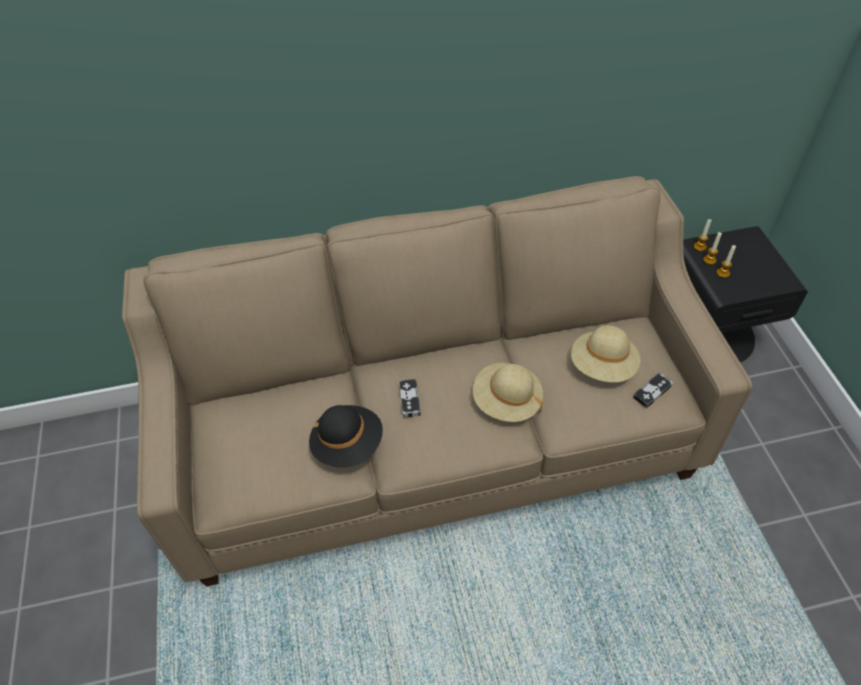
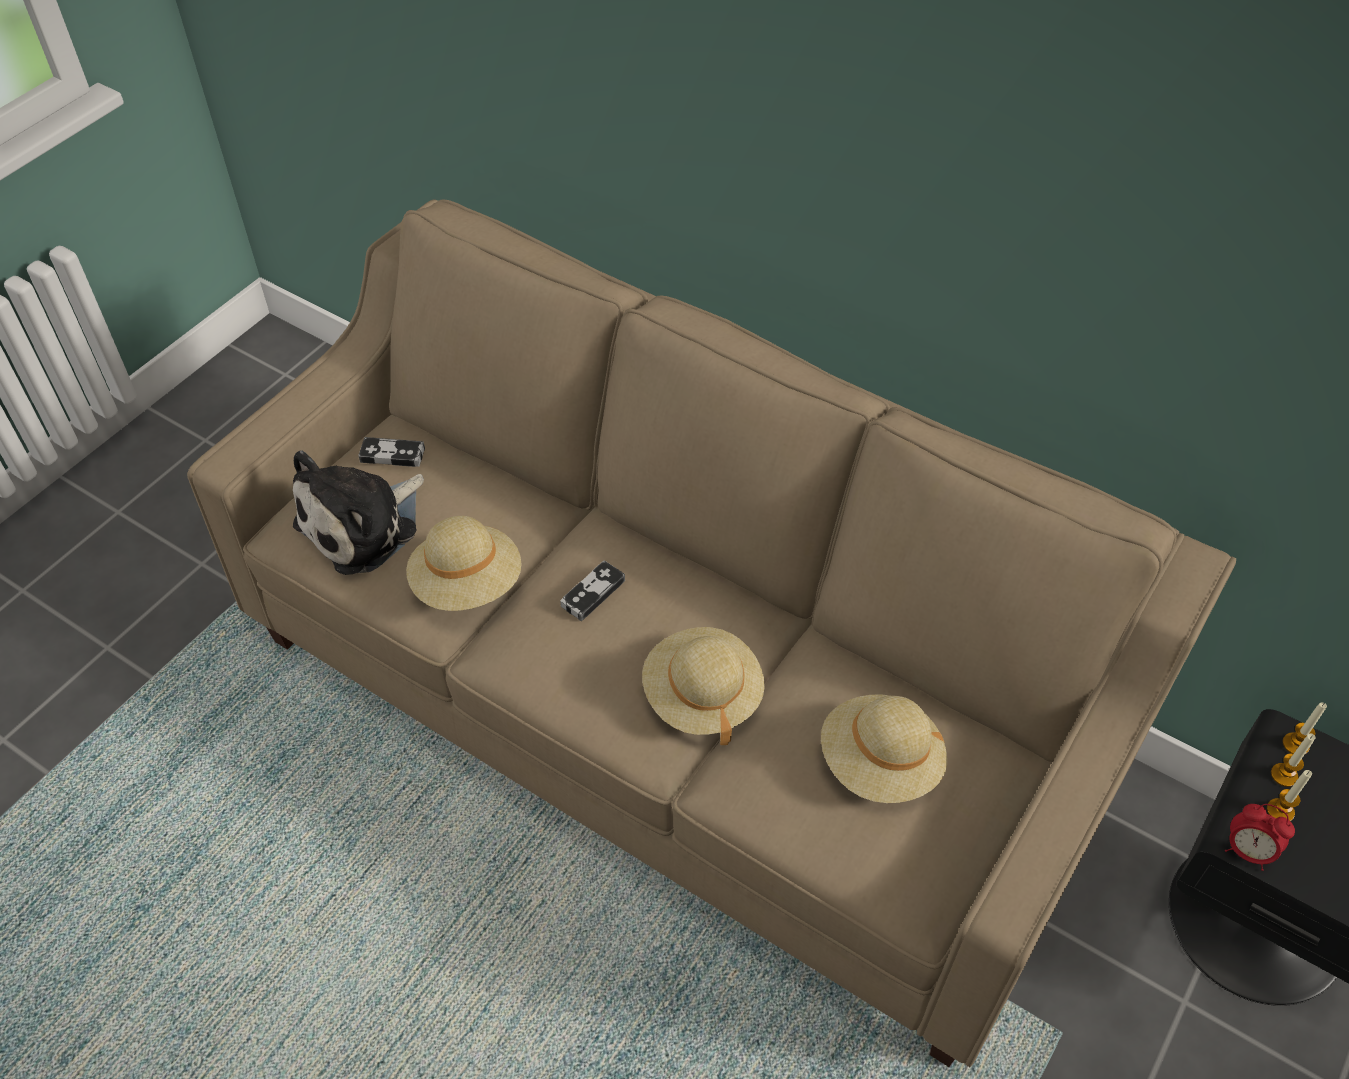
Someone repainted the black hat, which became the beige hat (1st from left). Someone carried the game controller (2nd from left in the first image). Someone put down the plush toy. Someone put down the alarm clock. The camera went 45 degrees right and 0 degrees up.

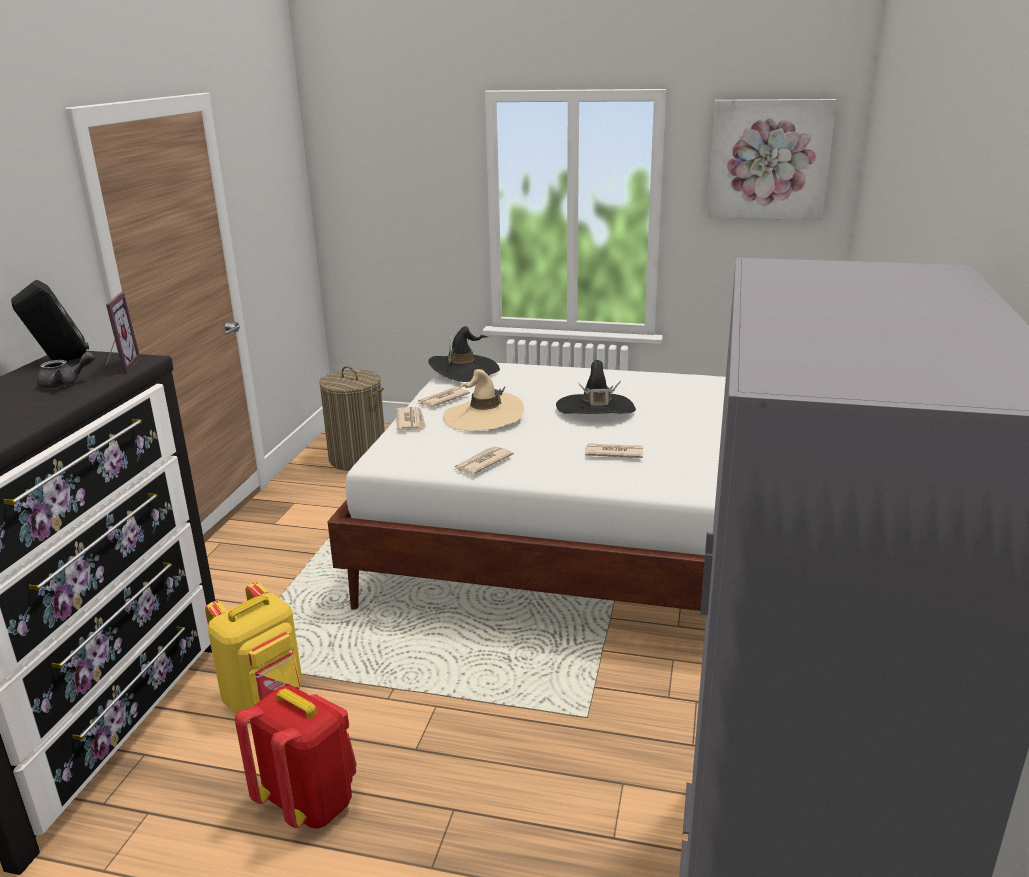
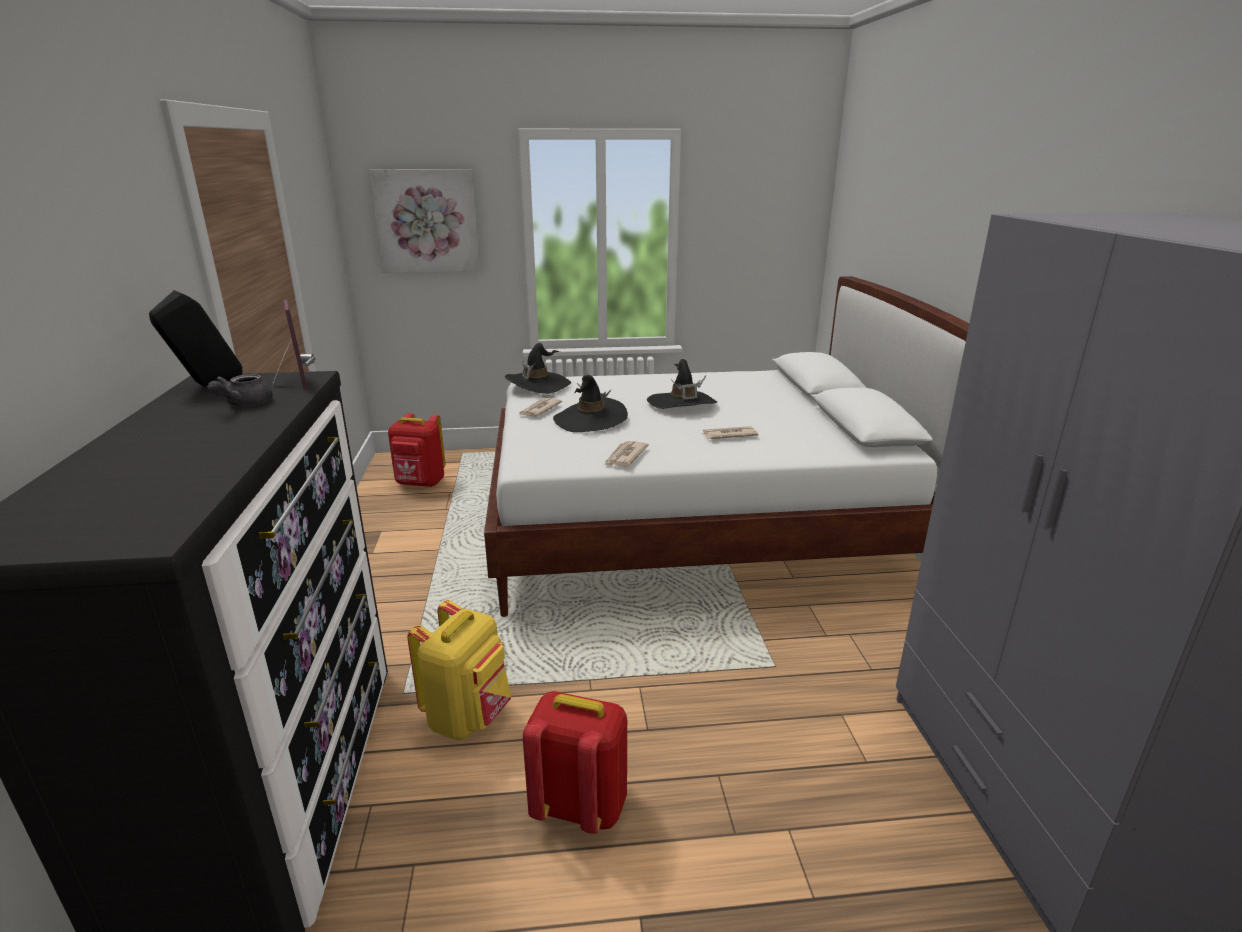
Someone rotated the grey teapot by 150 degrees clockwise. Someone swapped the laundry basket for the red backpack (1st from left). Someone took away the newspaper (1st from left). Someone repainted the beige hat, which became the black hat (2nd from left). Someone carried the picture. The camera went 20 degrees left and 0 degrees up.

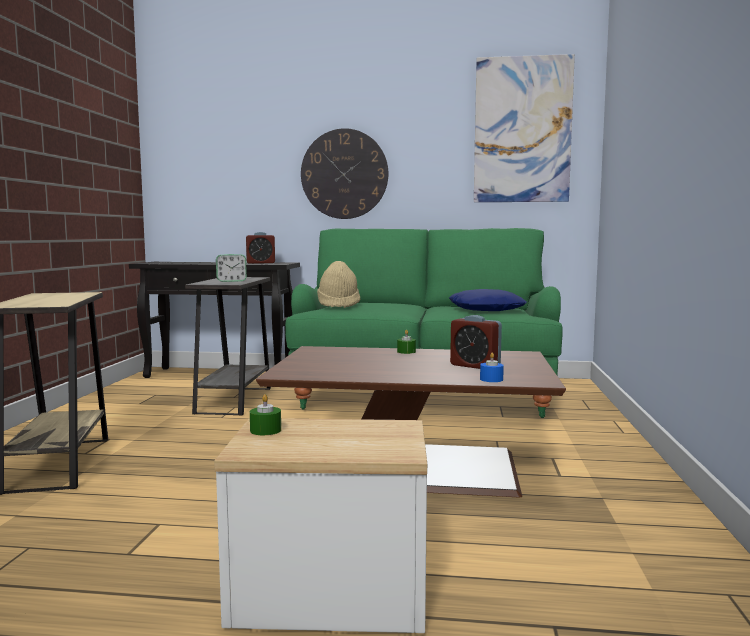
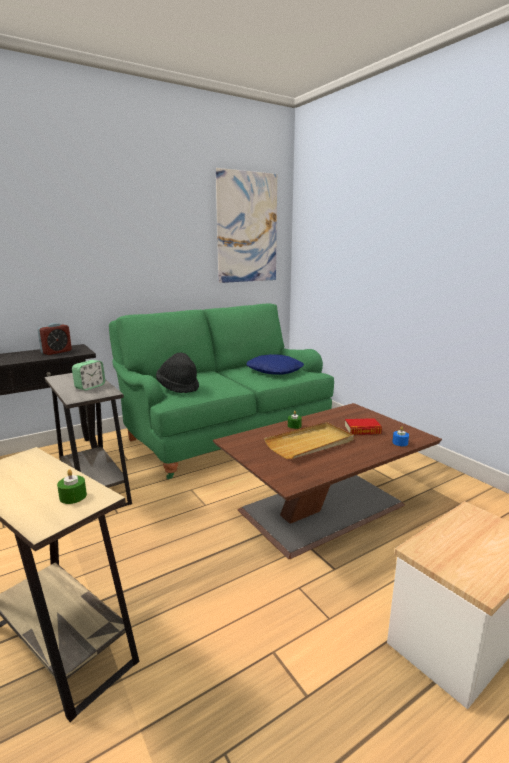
Someone carried the green candle (1st from left). Someone took away the wall clock. Someone repainted the beige hat, which became the black hat. Someone swapped the alarm clock (3rd from left) for the book. Someone put down the beige tray. The camera went 40 degrees left and 10 degrees up.

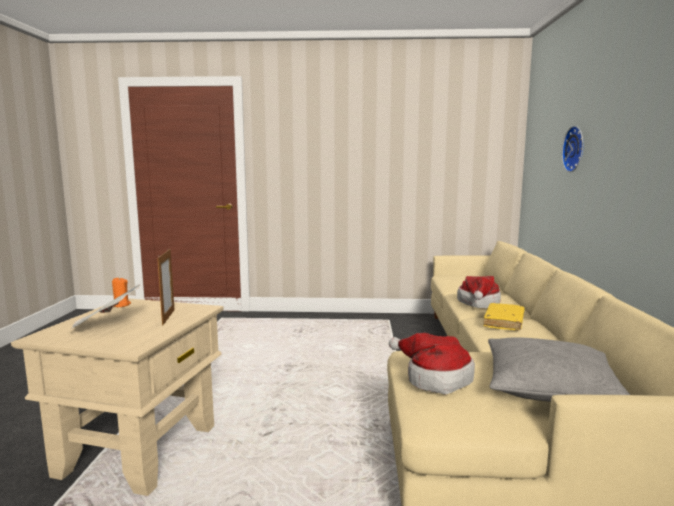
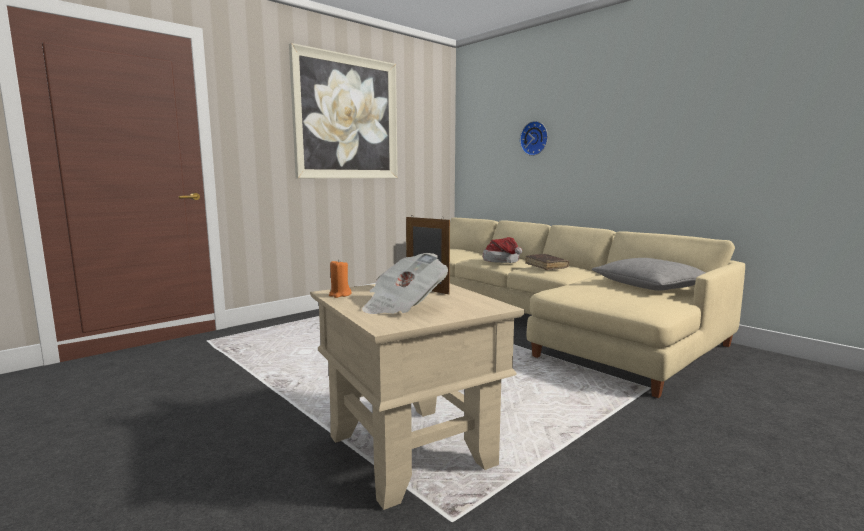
Someone took away the hat (1st from left). Someone repainted the yellow book, which became the brown book. Someone put up the picture. The camera went 45 degrees left and 0 degrees up.

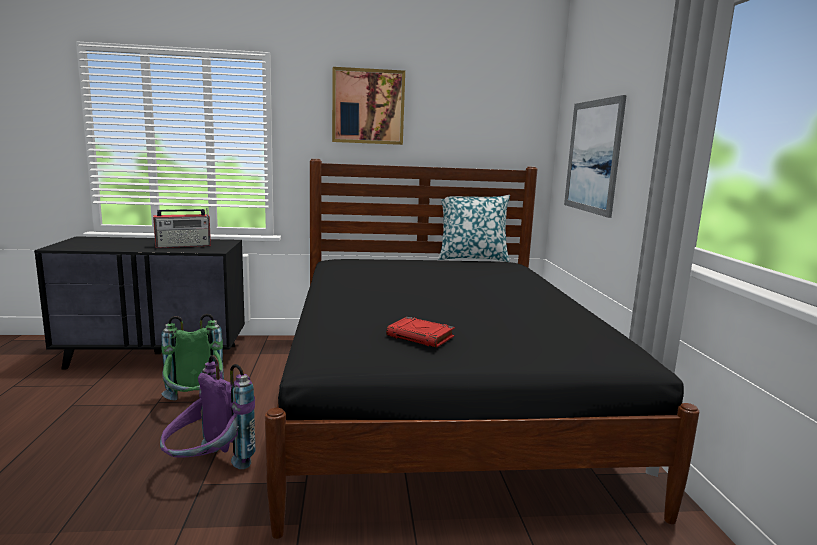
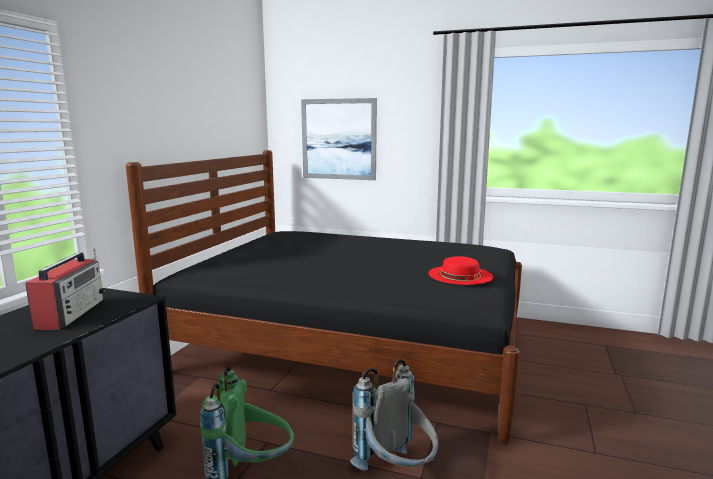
Someone repainted the purple backpack, which became the grey backpack. Someone took away the picture (1st from left). Someone swapped the red book for the red hat. Someone took away the pillow. The camera went 65 degrees left and 0 degrees up.

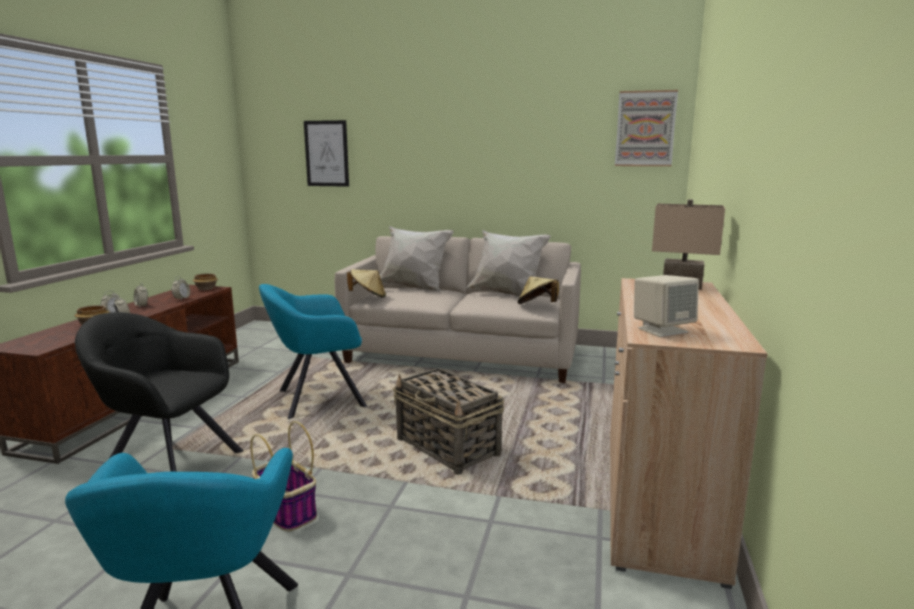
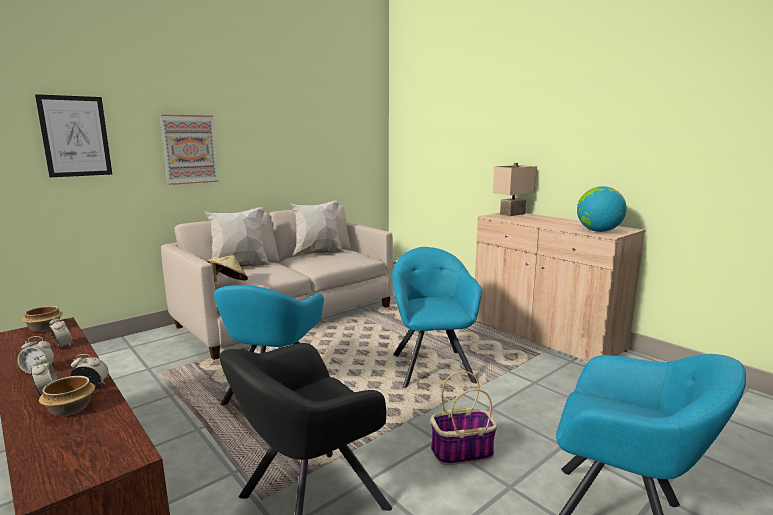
Someone swapped the basket (2nd from left) for the turquoise armchair (2nd from left). Someone took away the beige hat (2nd from left). Someone carried the picture (2nd from left). Someone swapped the beige speaker for the globe. The camera went 55 degrees left and 0 degrees up.

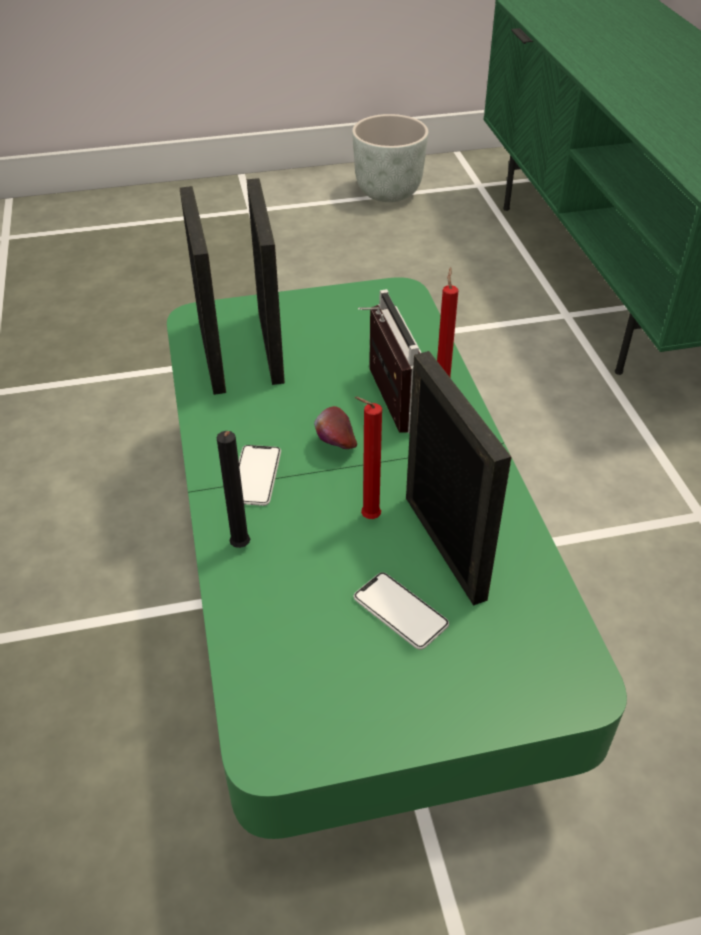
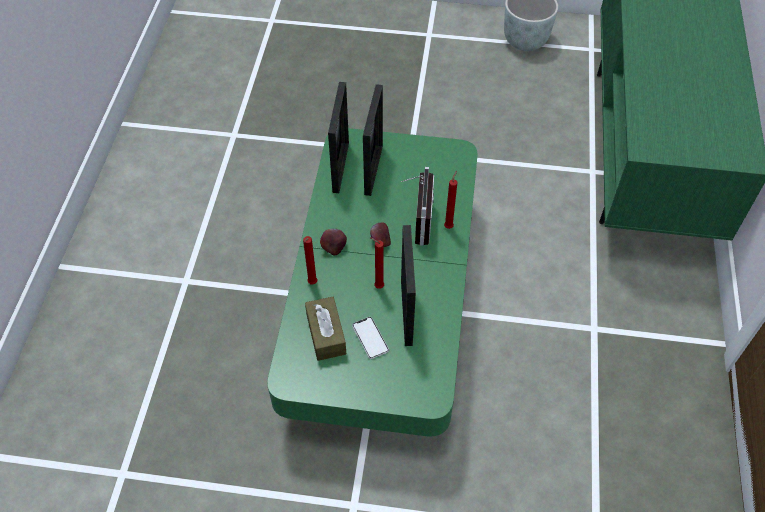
Someone repainted the black candle, which became the red candle (1st from left). Someone swapped the phone (1st from left) for the apple (1st from left). Someone put down the brown tissue box. The camera went 20 degrees right and 10 degrees up.

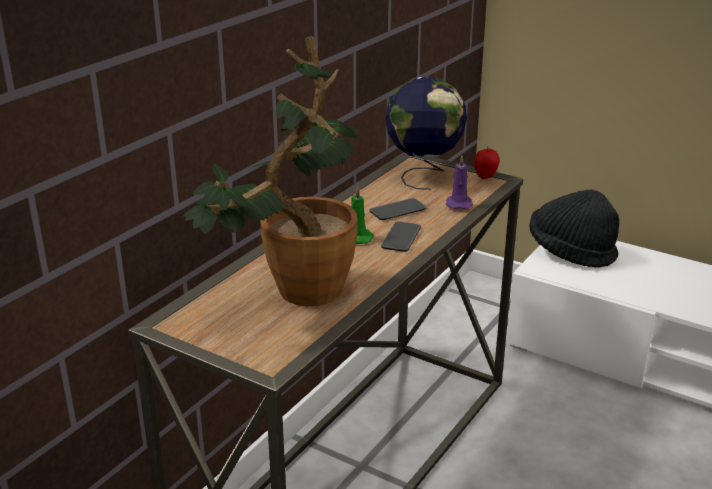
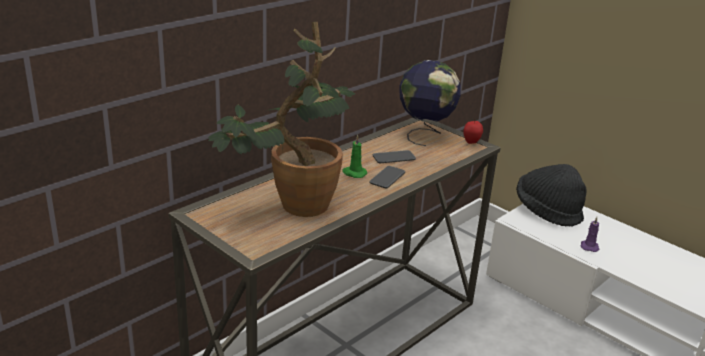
Someone carried the purple candle. The camera went 10 degrees right and 0 degrees up.

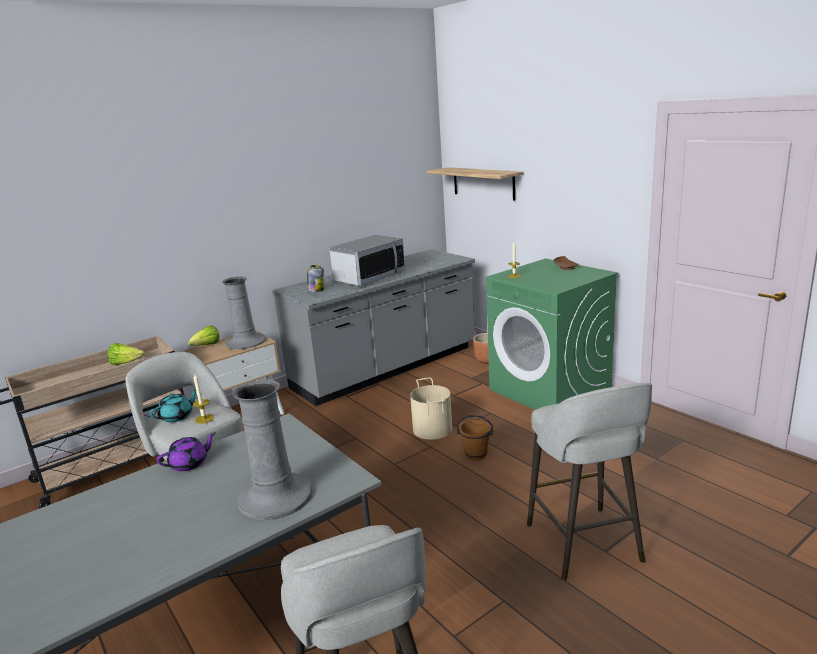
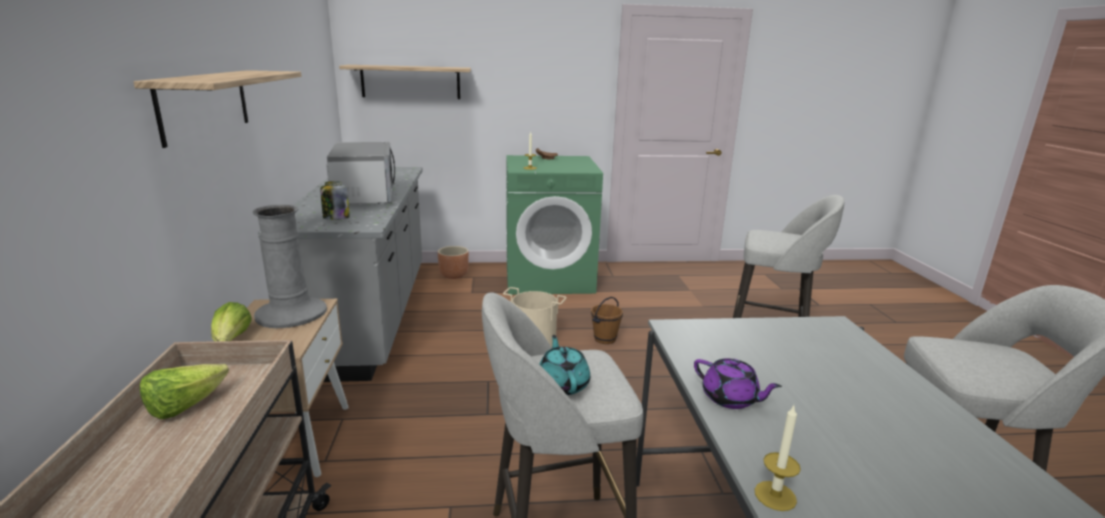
Someone rotated the purple teapot by 135 degrees clockwise. Someone carried the candle (1st from left in the first image). Someone took away the grey vase (2nd from left). Someone put up the shelf (1st from left). The camera went 60 degrees left and 0 degrees up.

